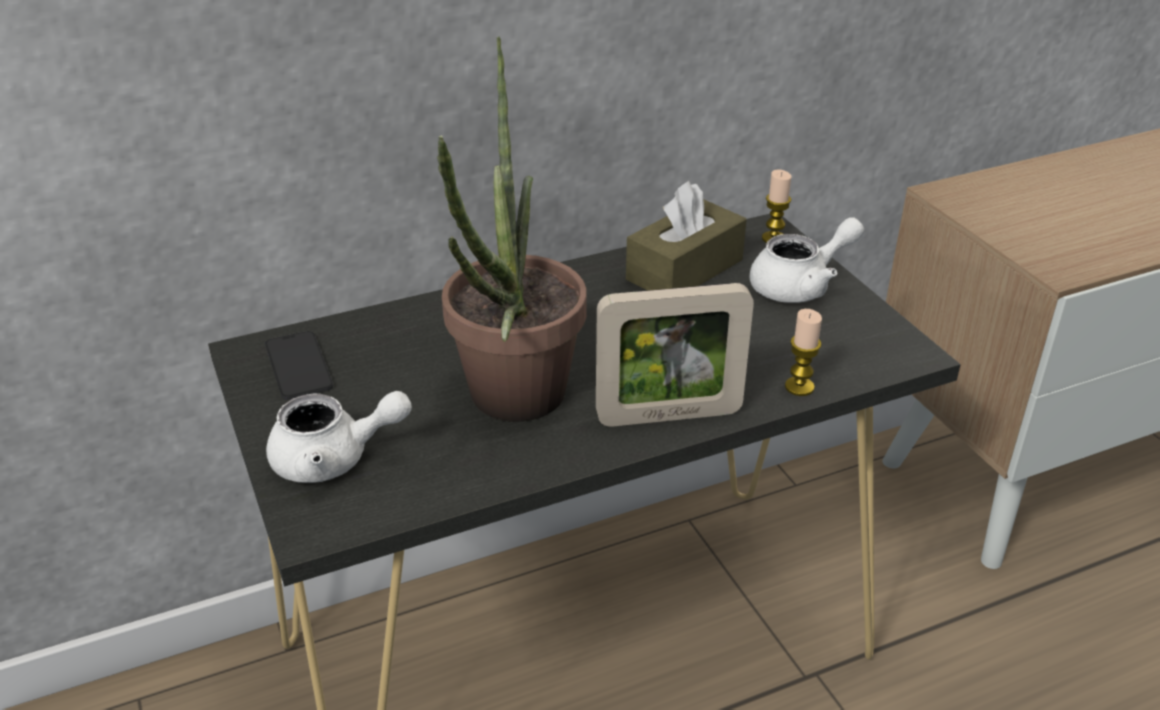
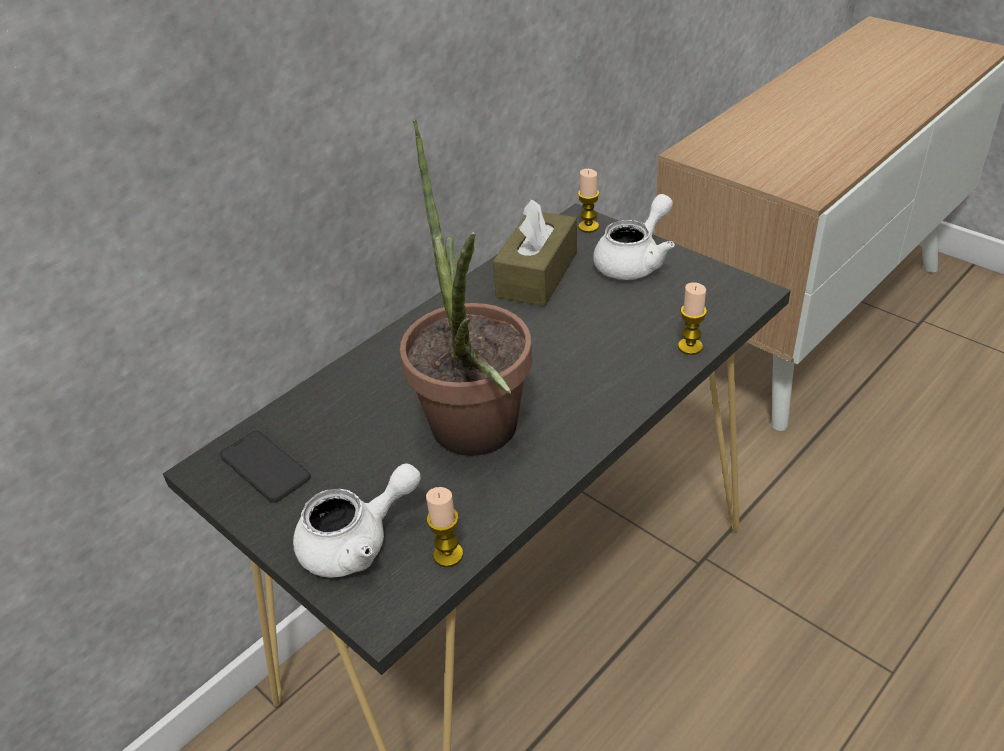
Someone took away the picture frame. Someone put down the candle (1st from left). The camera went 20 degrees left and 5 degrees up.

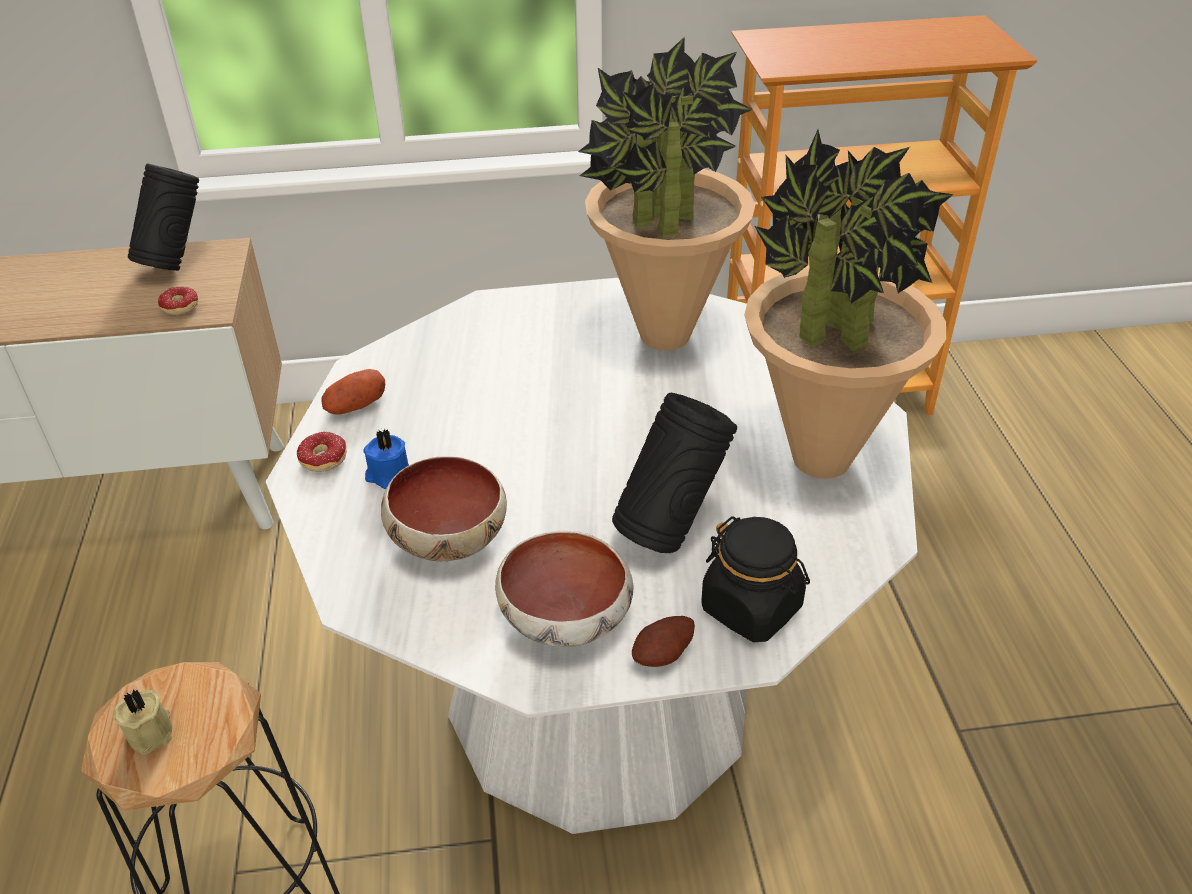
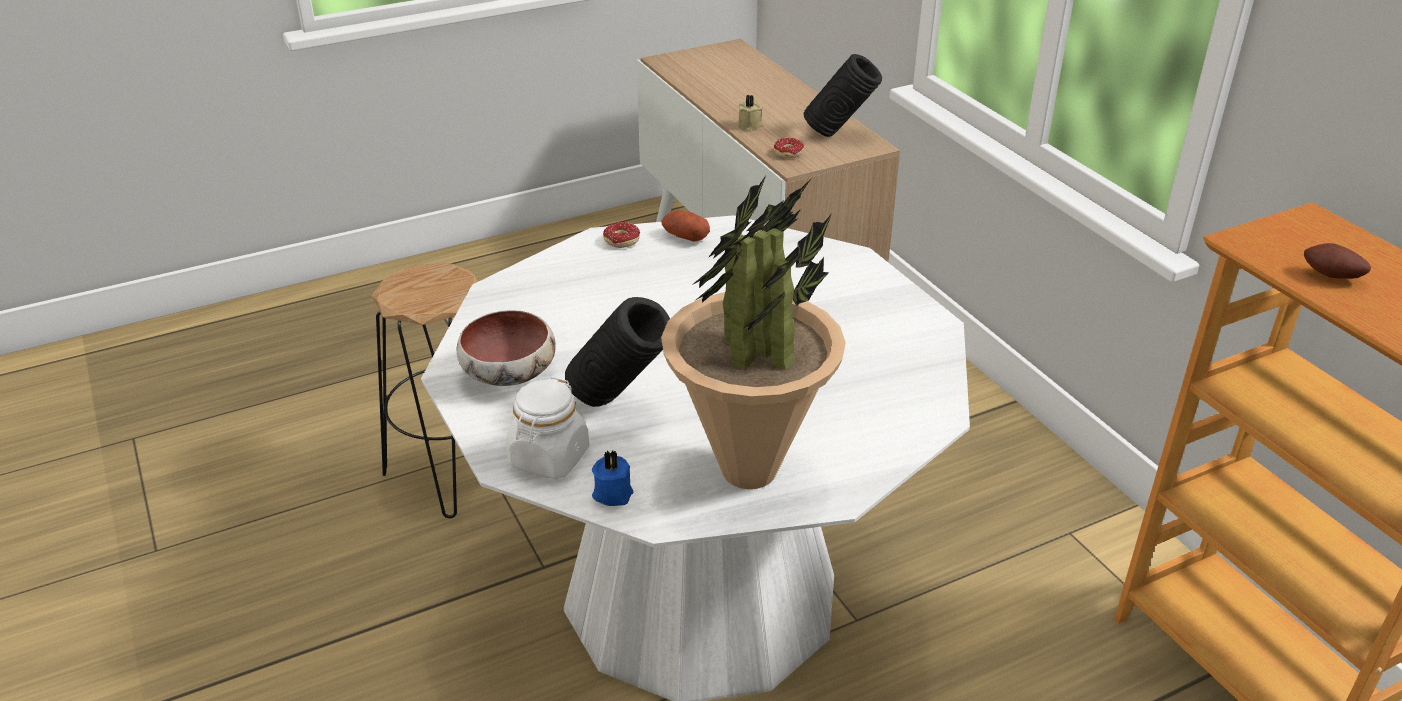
Someone carried the beige candle. Someone carried the blue candle. Someone took away the bowl (1st from left). Someone took away the potted plant (1st from left). Someone carried the potato (2nd from left). Someone repainted the black jar, which became the white jar. The camera went 70 degrees right and 5 degrees down.

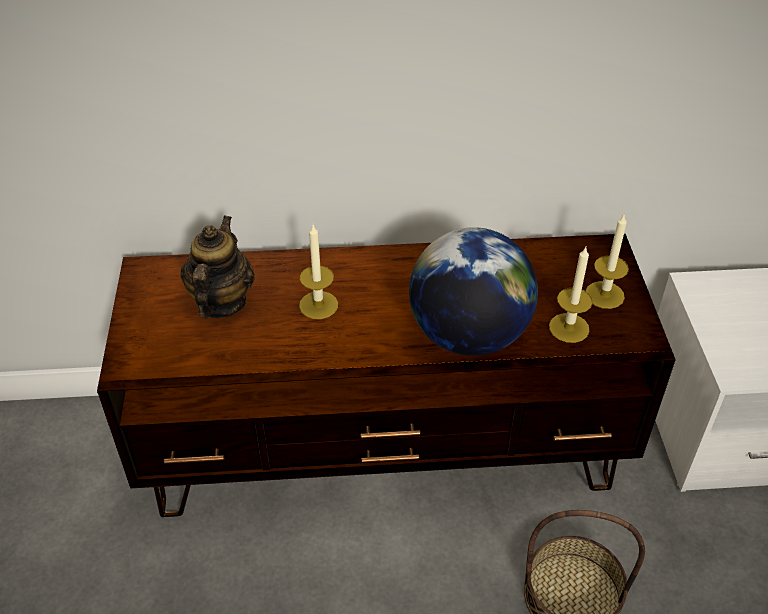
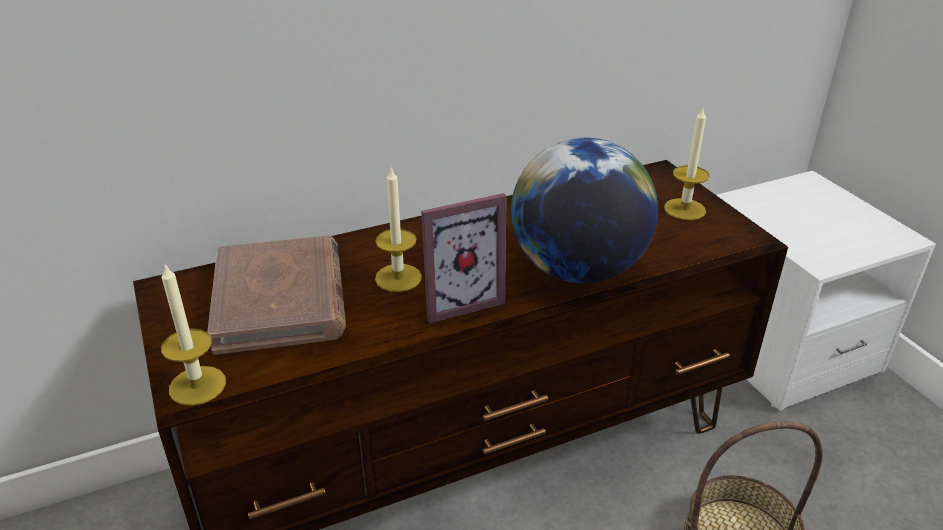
Someone swapped the teapot for the brown book. Someone carried the candle (2nd from left in the first image). Someone put down the picture frame. The camera went 20 degrees left and 10 degrees down.

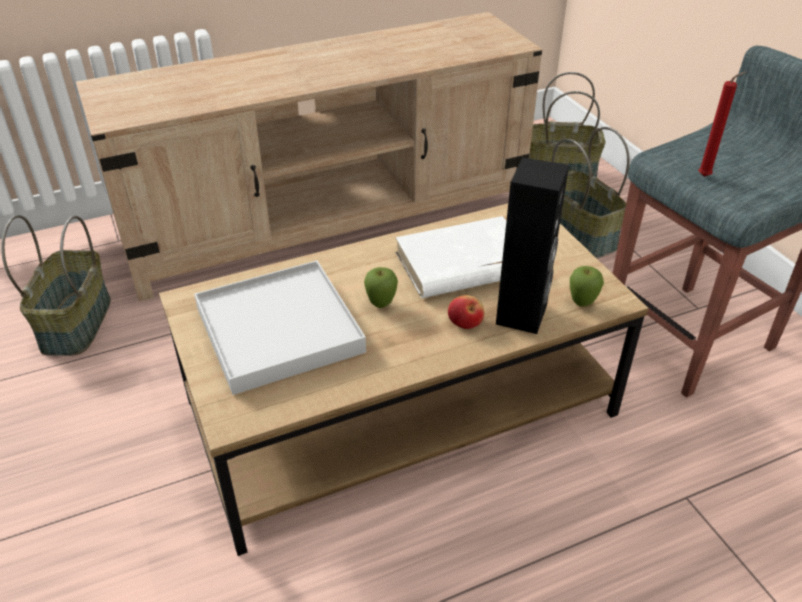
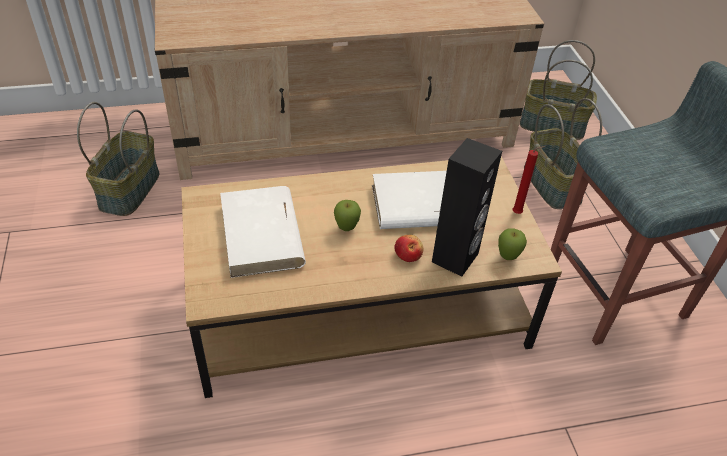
Someone swapped the white tray for the white book (1st from left). Someone carried the red candle. The camera went 10 degrees right and 5 degrees up.

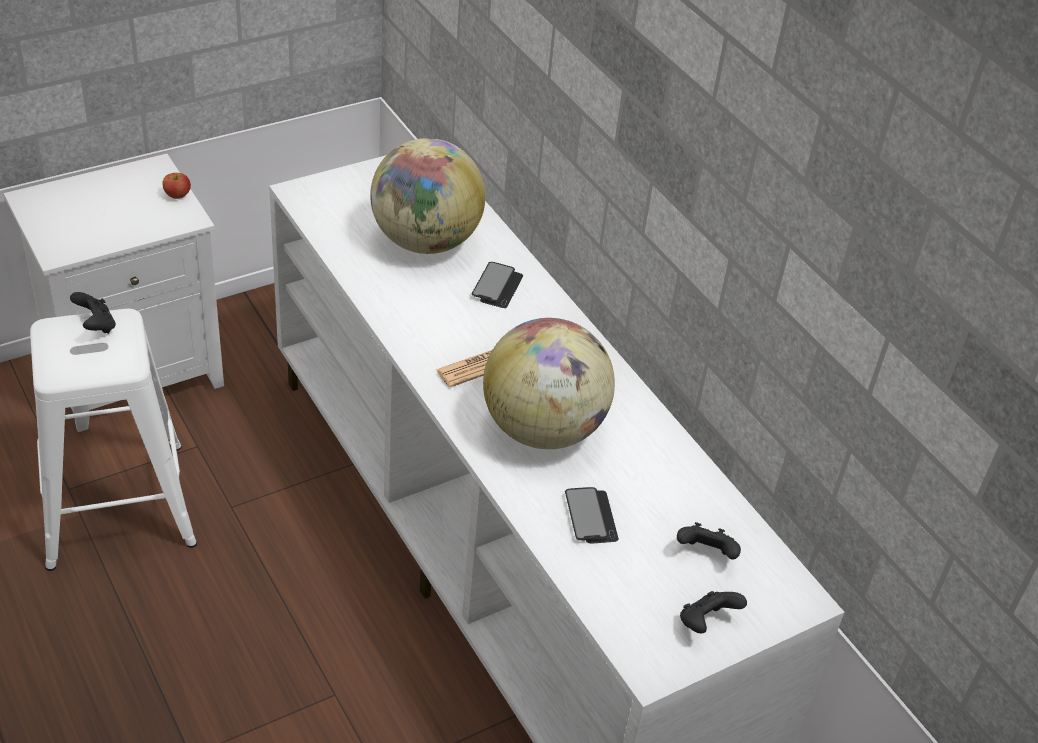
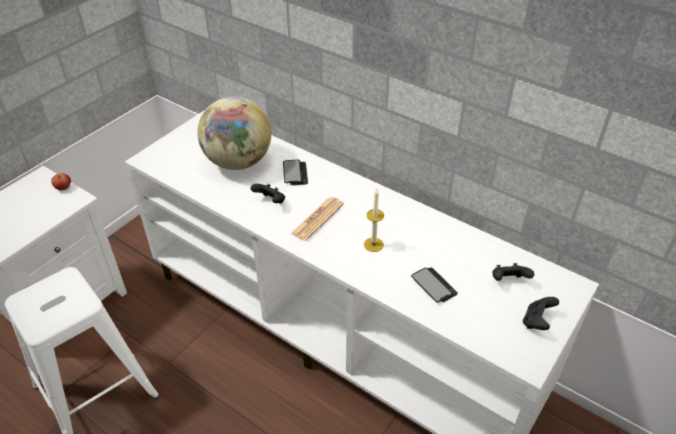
Someone carried the black game controller (1st from left). Someone swapped the globe (2nd from left) for the candle. The camera went 20 degrees left and 0 degrees up.

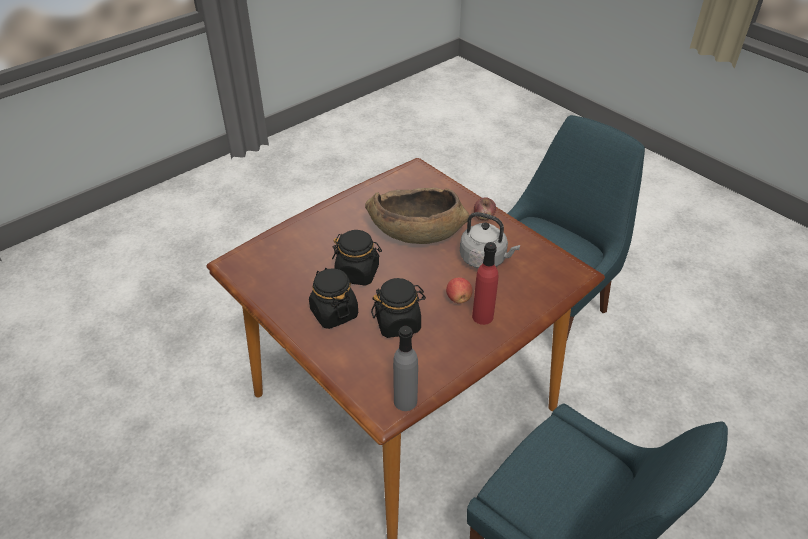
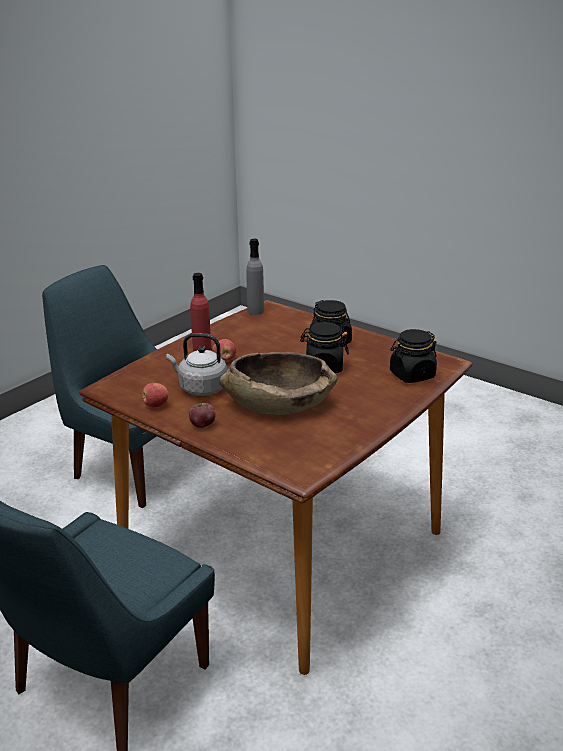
Someone carried the black jar (3rd from left). Someone put down the apple (1st from left). The camera went 170 degrees right and 15 degrees down.

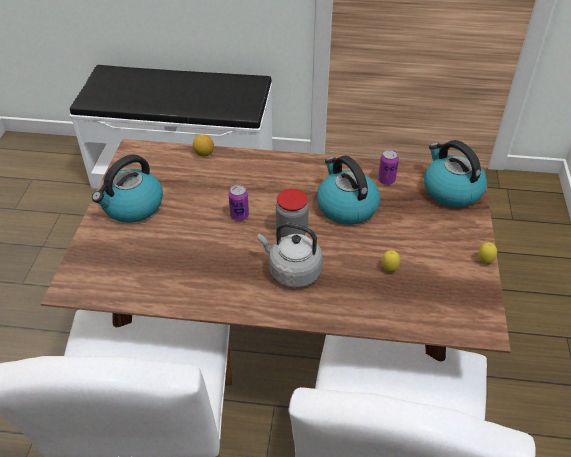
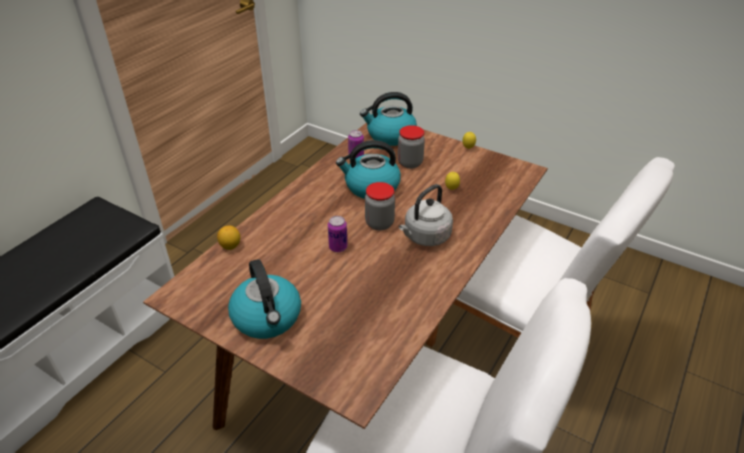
Someone put down the jar (2nd from left). The camera went 65 degrees left and 5 degrees down.

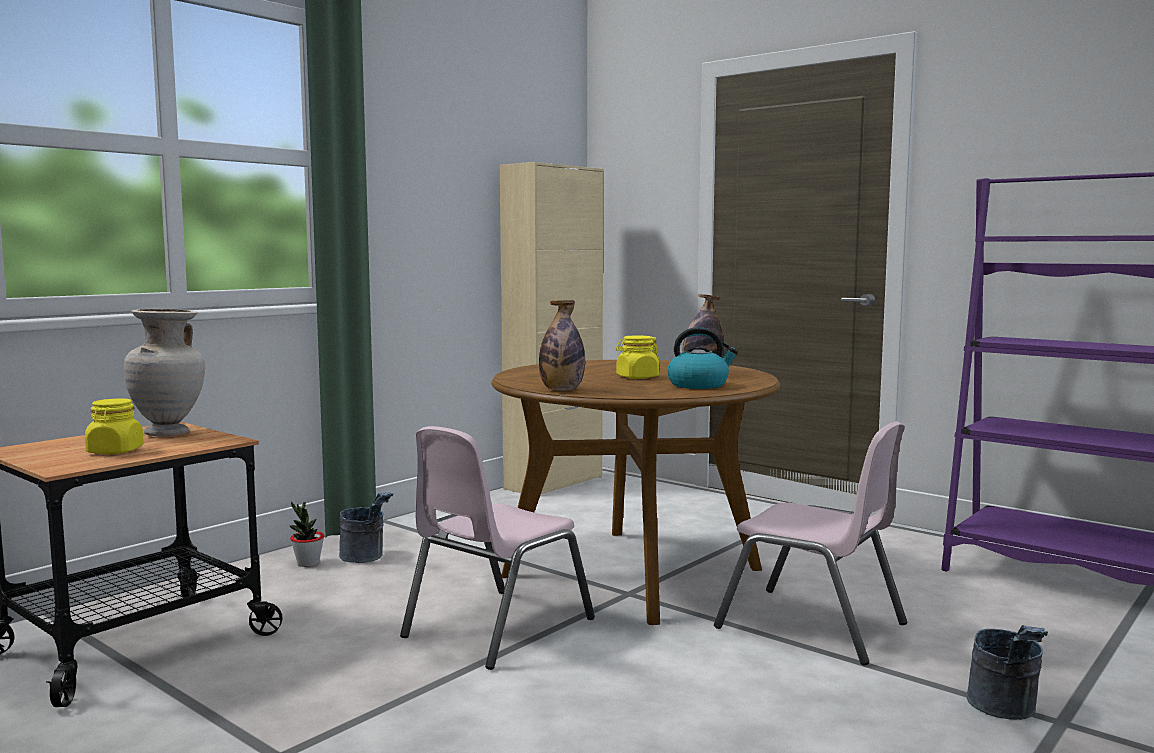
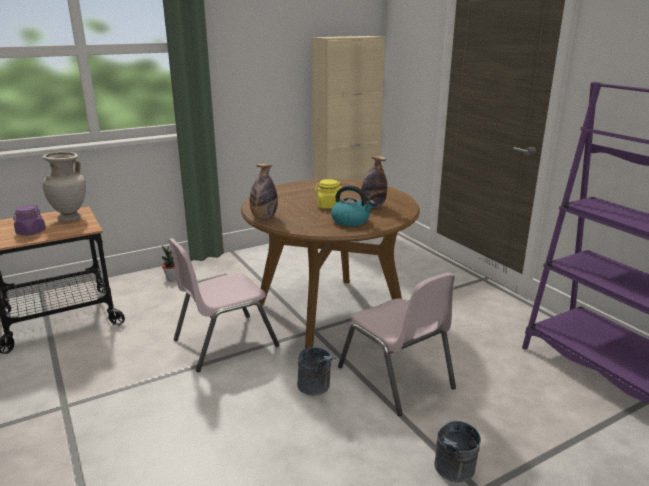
Someone repainted the yellow jar (1st from left), which became the purple jar. Someone carried the grey bucket (1st from left). The camera went 20 degrees right and 15 degrees up.

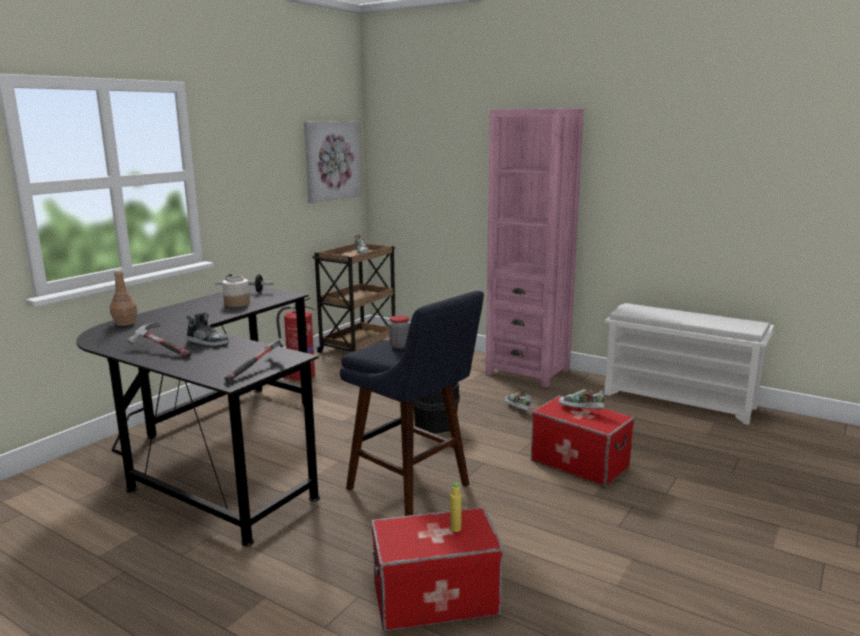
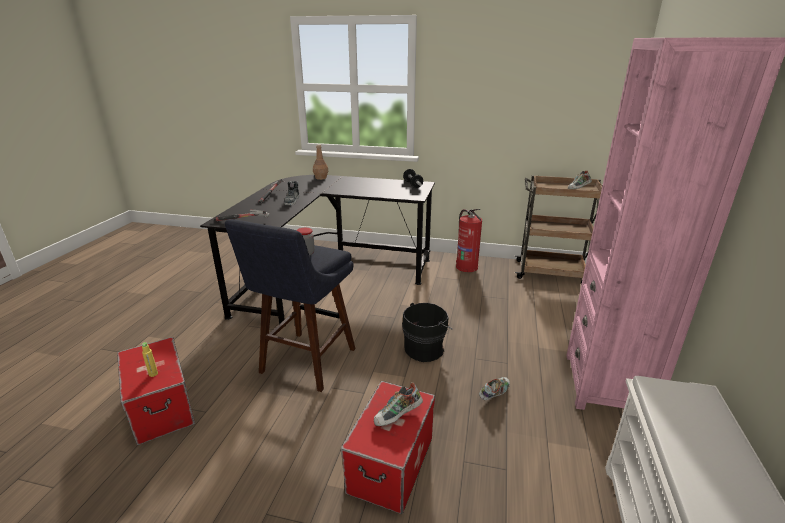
Someone took away the jar (1st from left). Someone took away the picture. Someone rotated the shoe (4th from left in the first image) by 135 degrees counterclockwise. The camera went 70 degrees right and 10 degrees up.

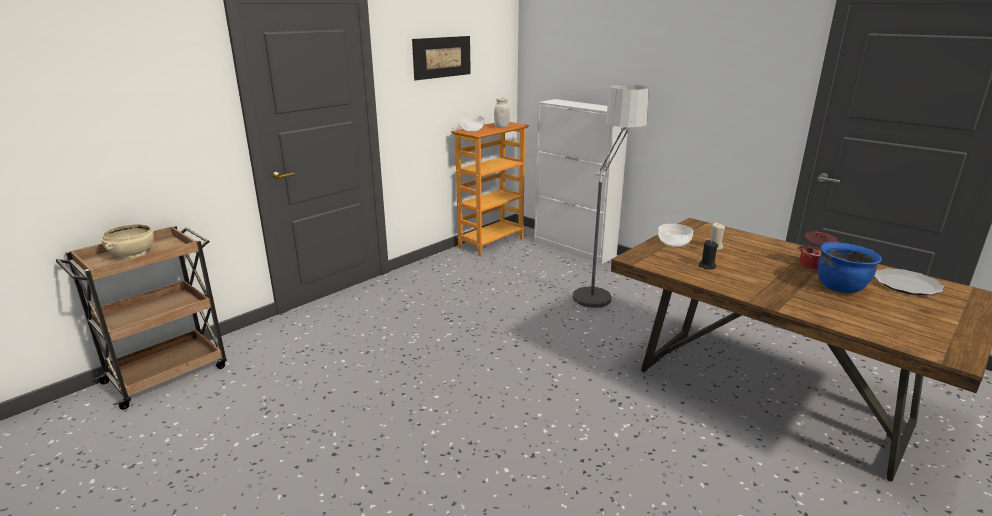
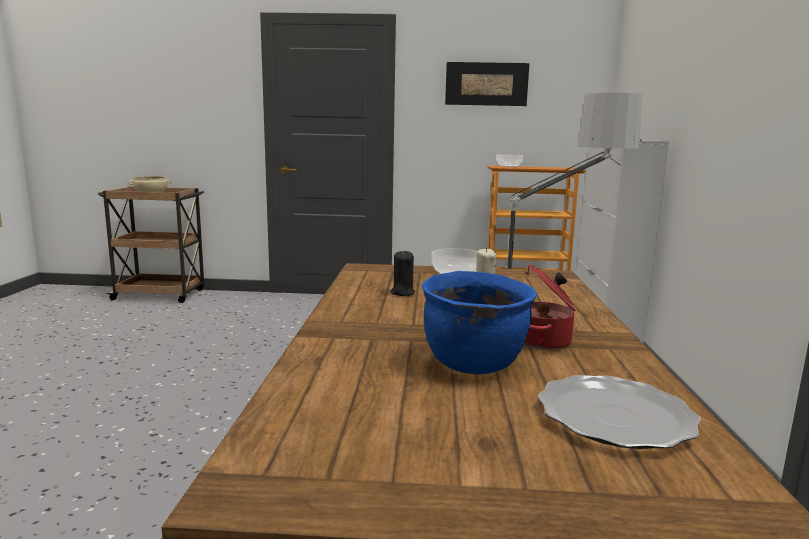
Someone took away the white jar. The camera went 50 degrees right and 10 degrees down.

